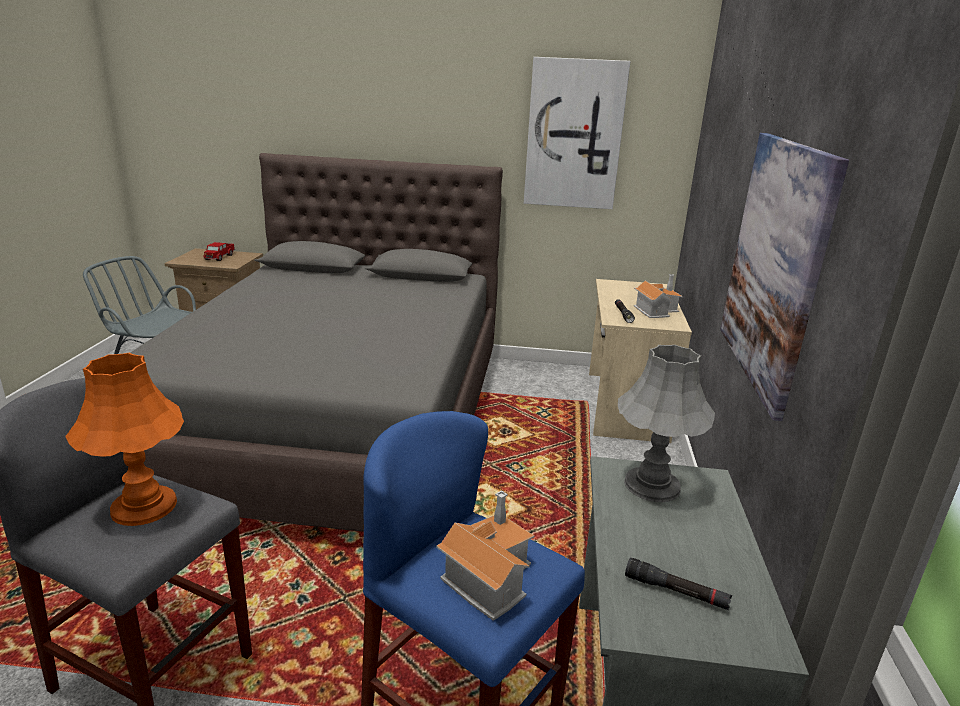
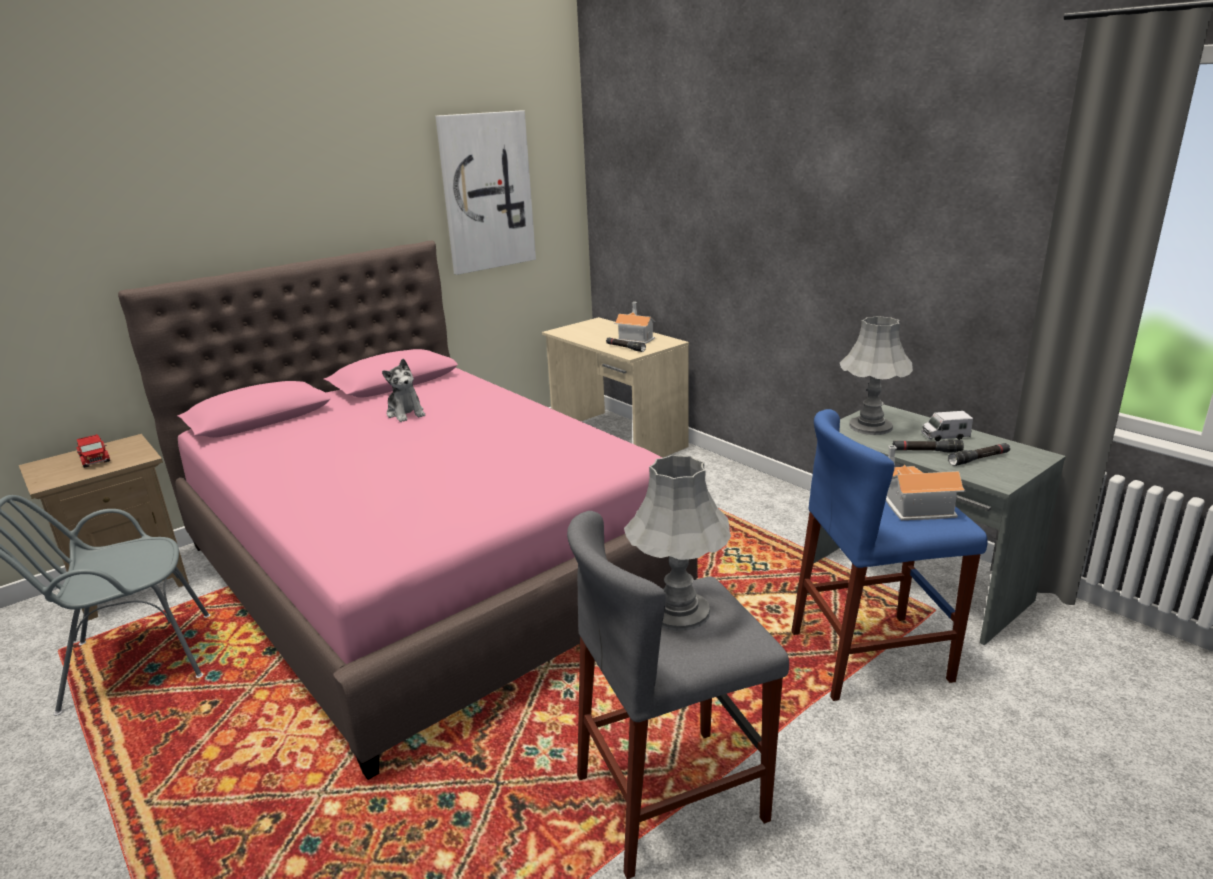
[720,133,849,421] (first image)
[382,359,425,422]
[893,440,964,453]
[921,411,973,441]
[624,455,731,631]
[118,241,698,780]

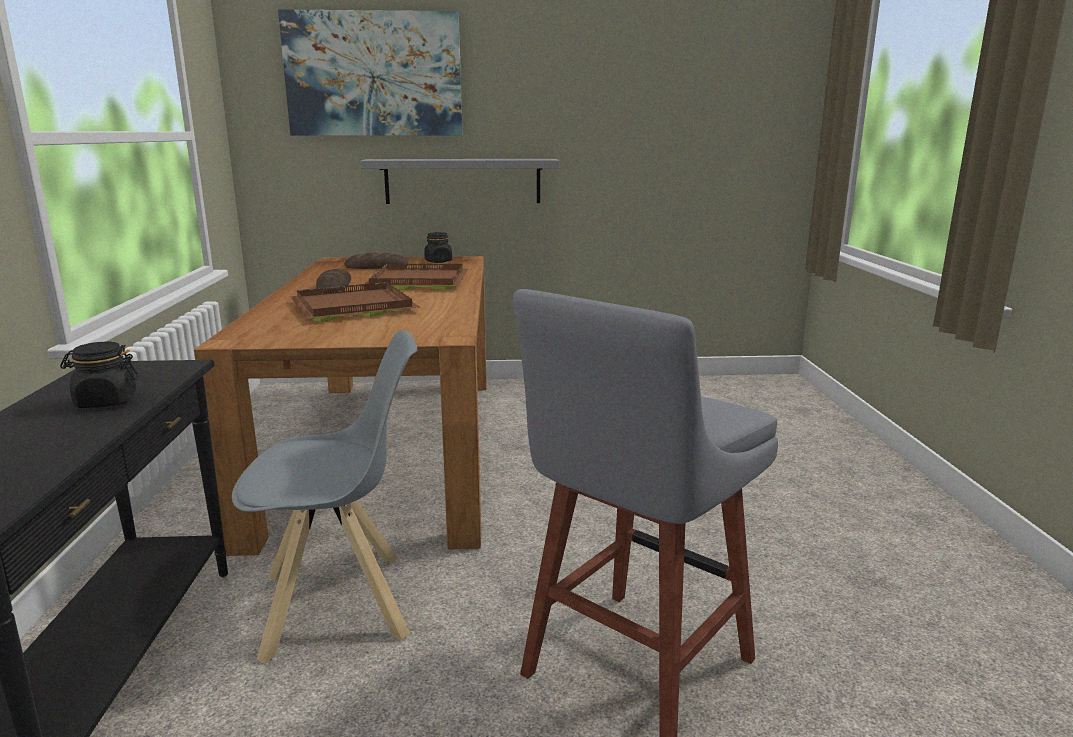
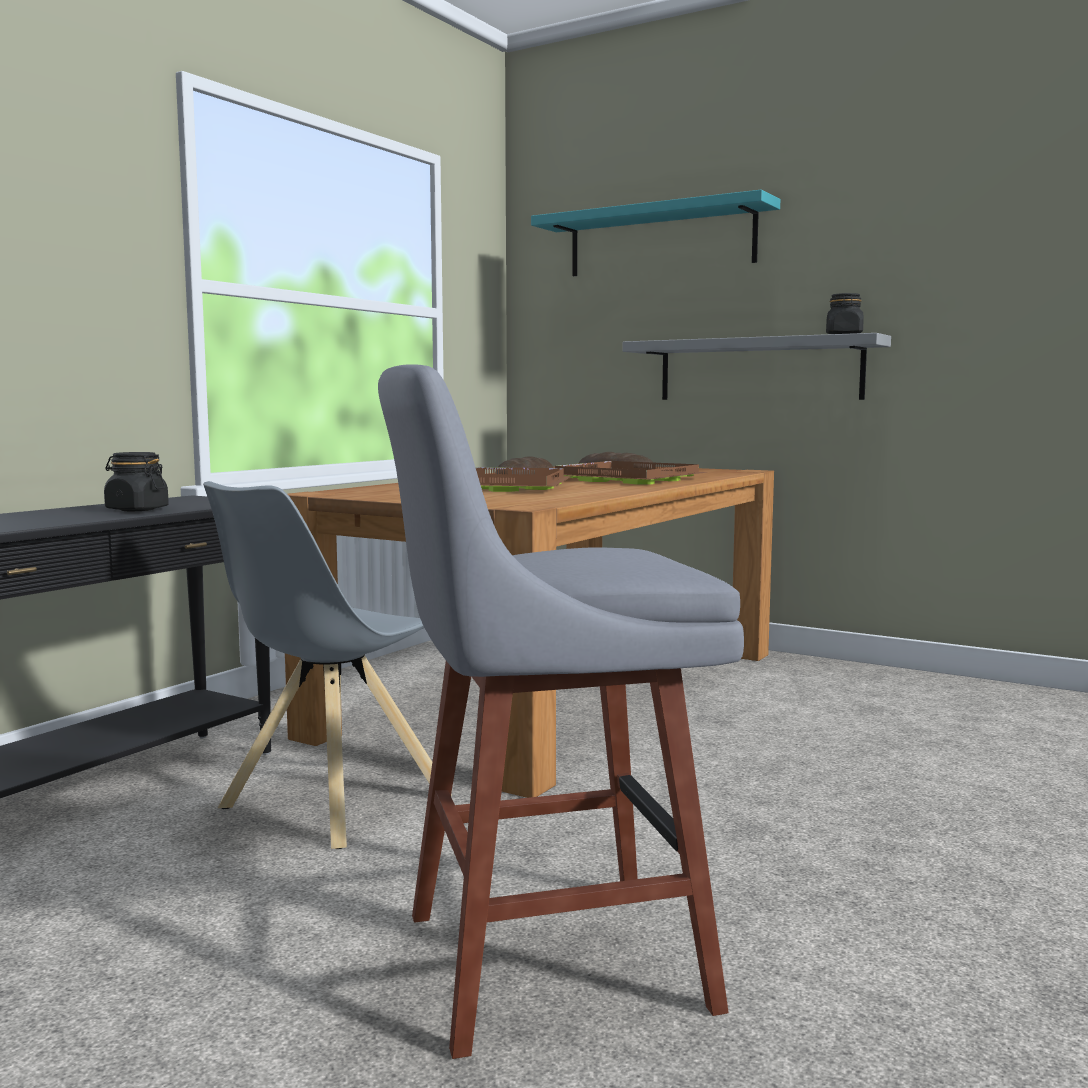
[826,293,864,334]
[531,189,780,276]
[203,481,452,849]

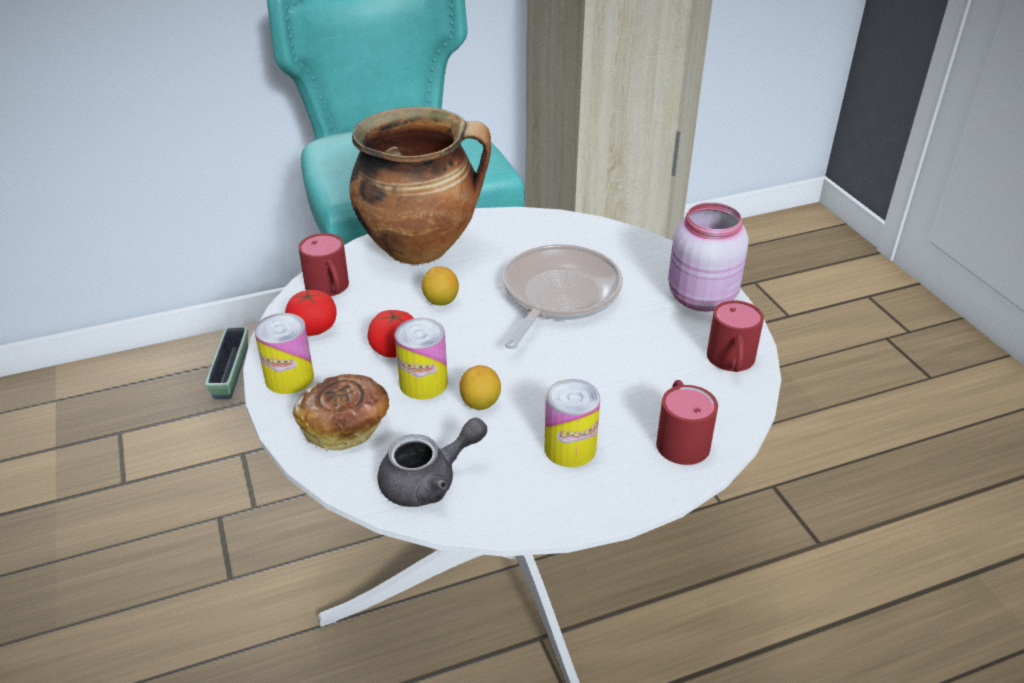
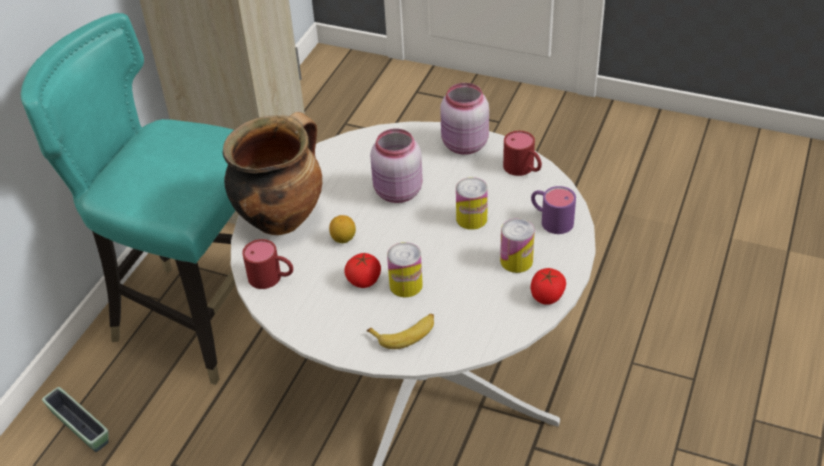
[378,418,487,507] (first image)
[459,365,501,410] (first image)
[456,177,488,230]
[531,268,566,305]
[367,314,434,349]
[370,128,423,203]
[531,186,576,234]

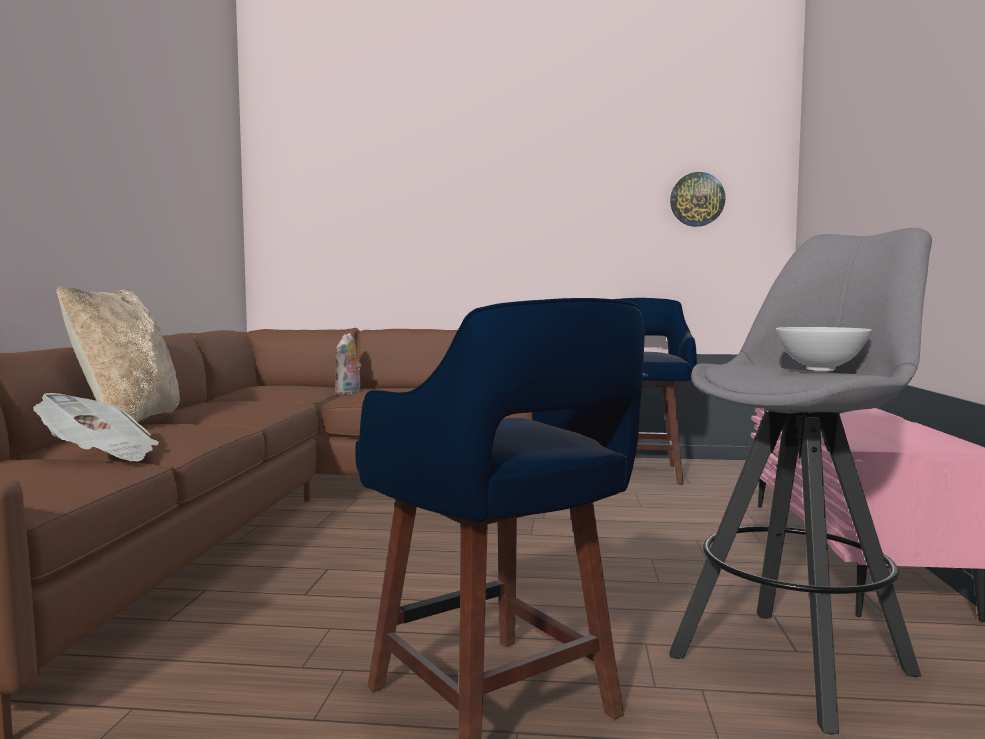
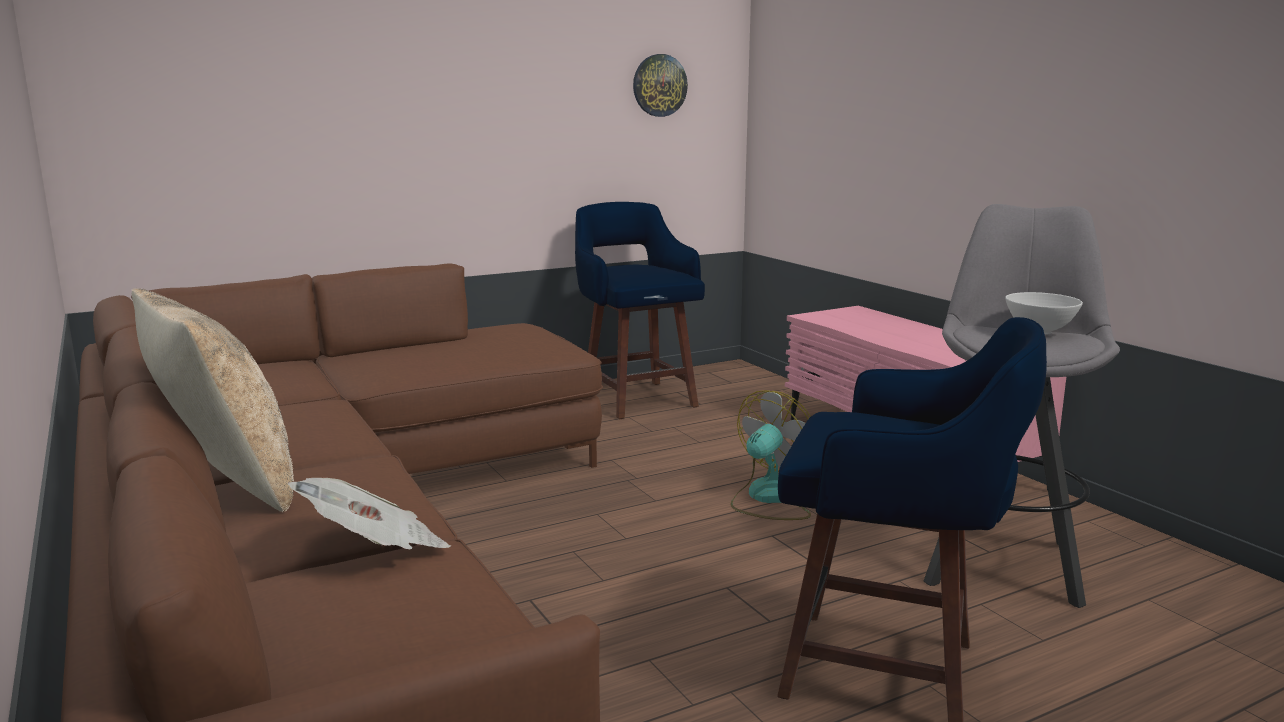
[334,333,361,395] (first image)
[731,390,811,520]

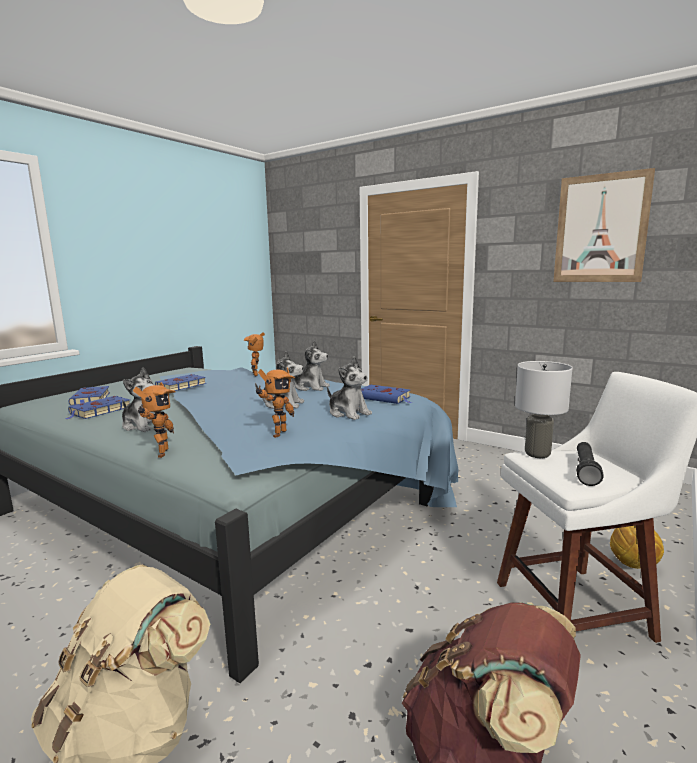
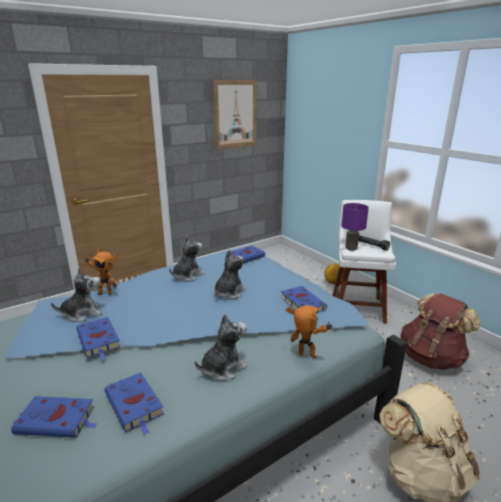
[51,268,102,322]
[281,286,327,313]
[341,203,369,251]

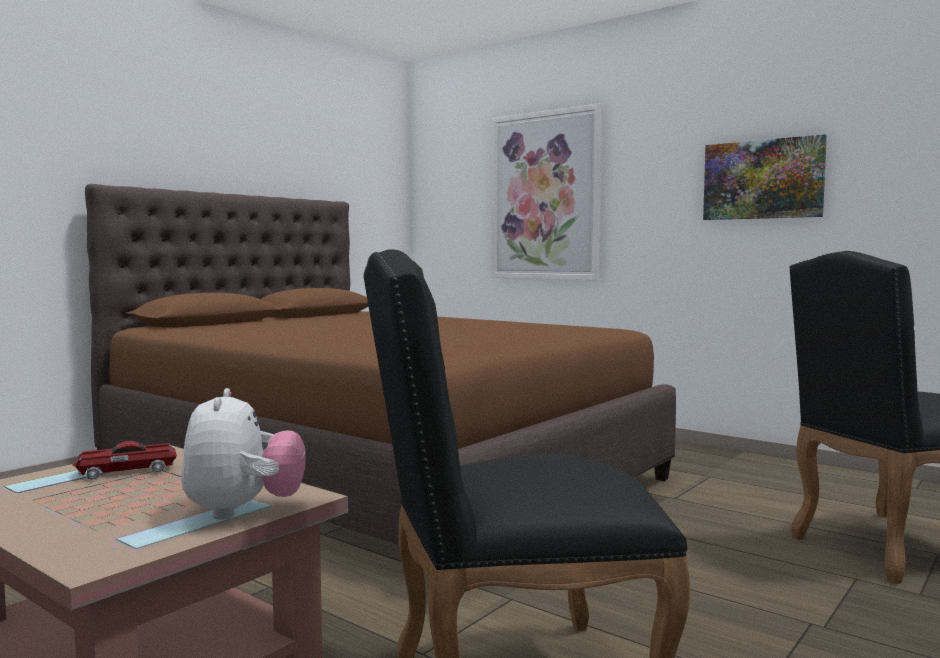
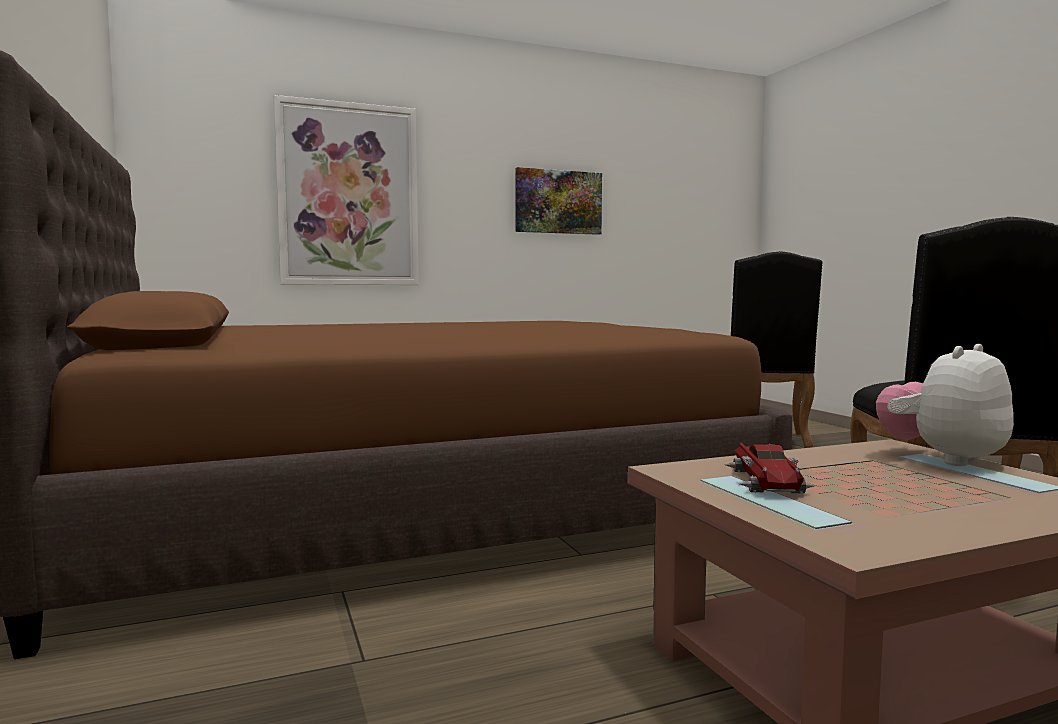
[876,344,1014,466]

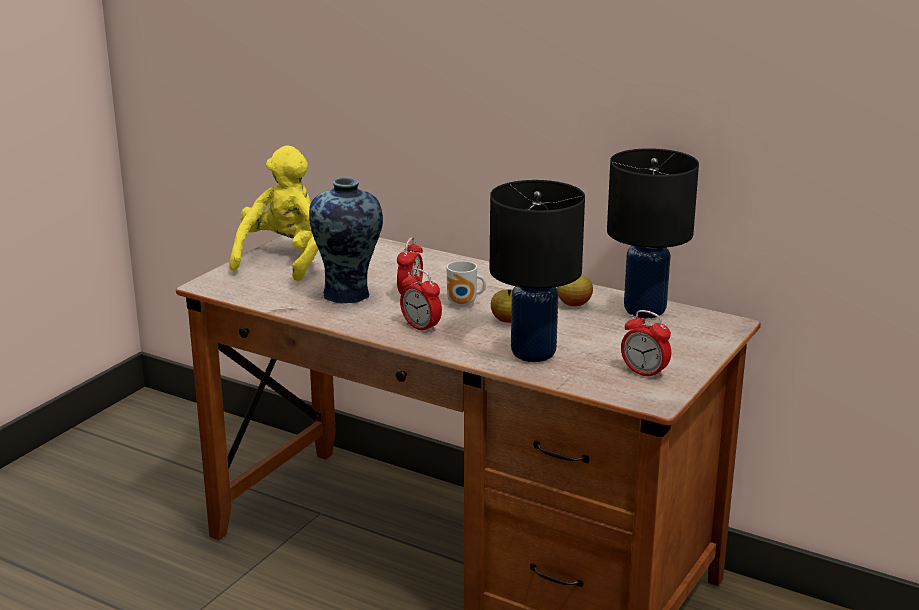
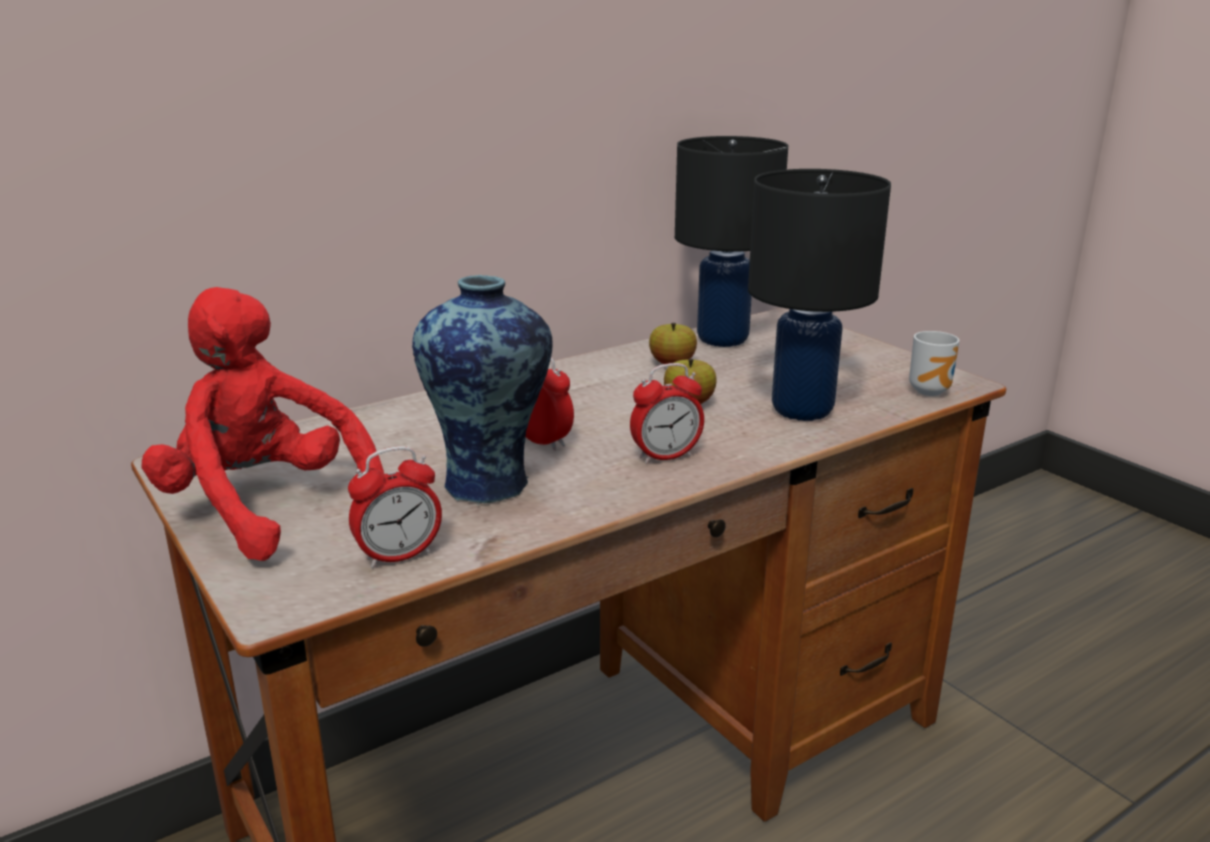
[909,331,960,396]
[348,446,442,568]
[141,287,384,561]

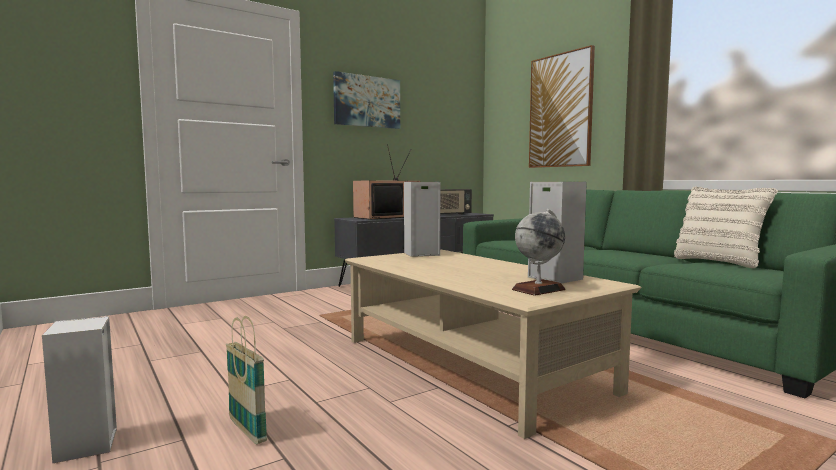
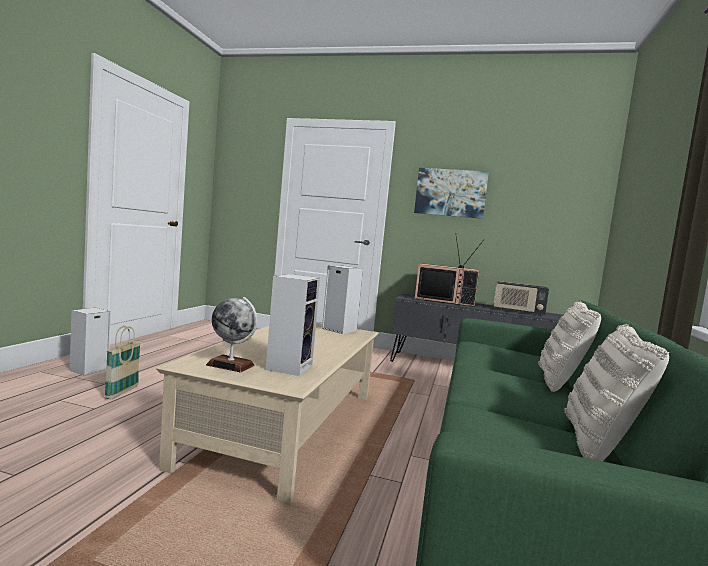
[529,45,595,168] (first image)
[538,301,601,392]

